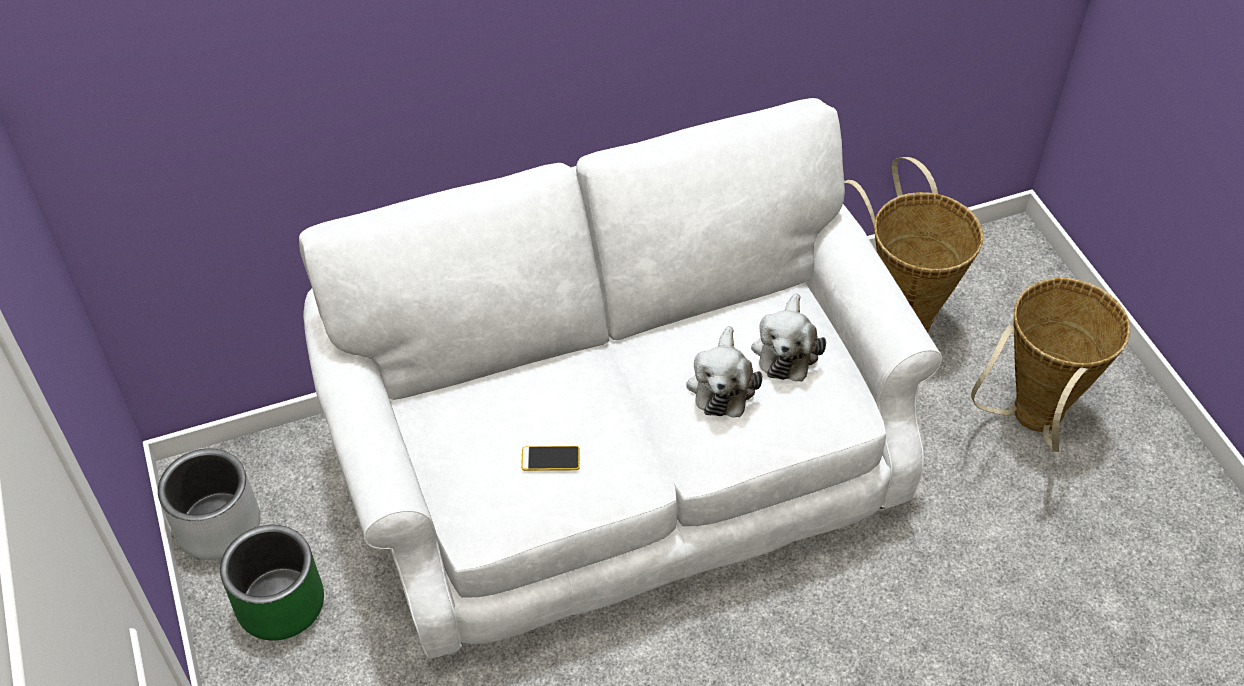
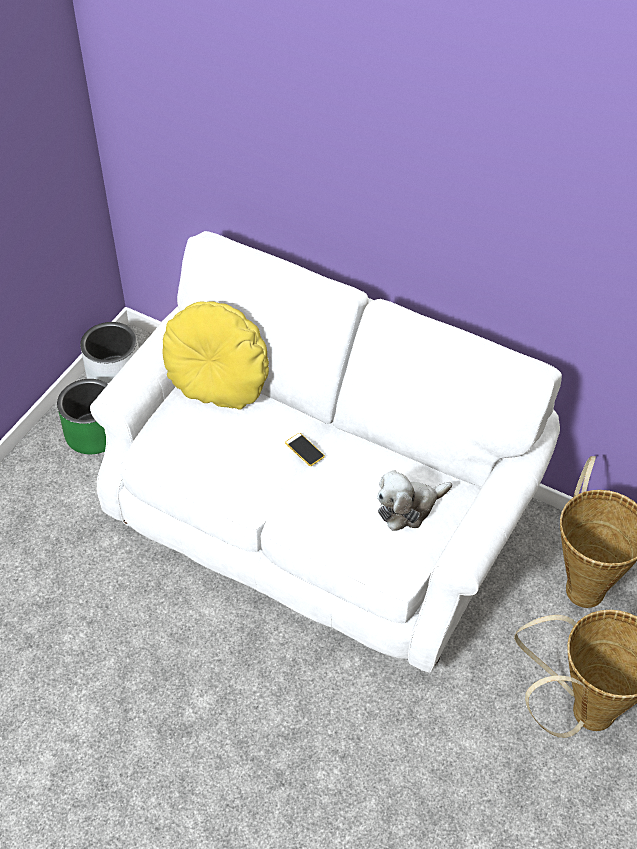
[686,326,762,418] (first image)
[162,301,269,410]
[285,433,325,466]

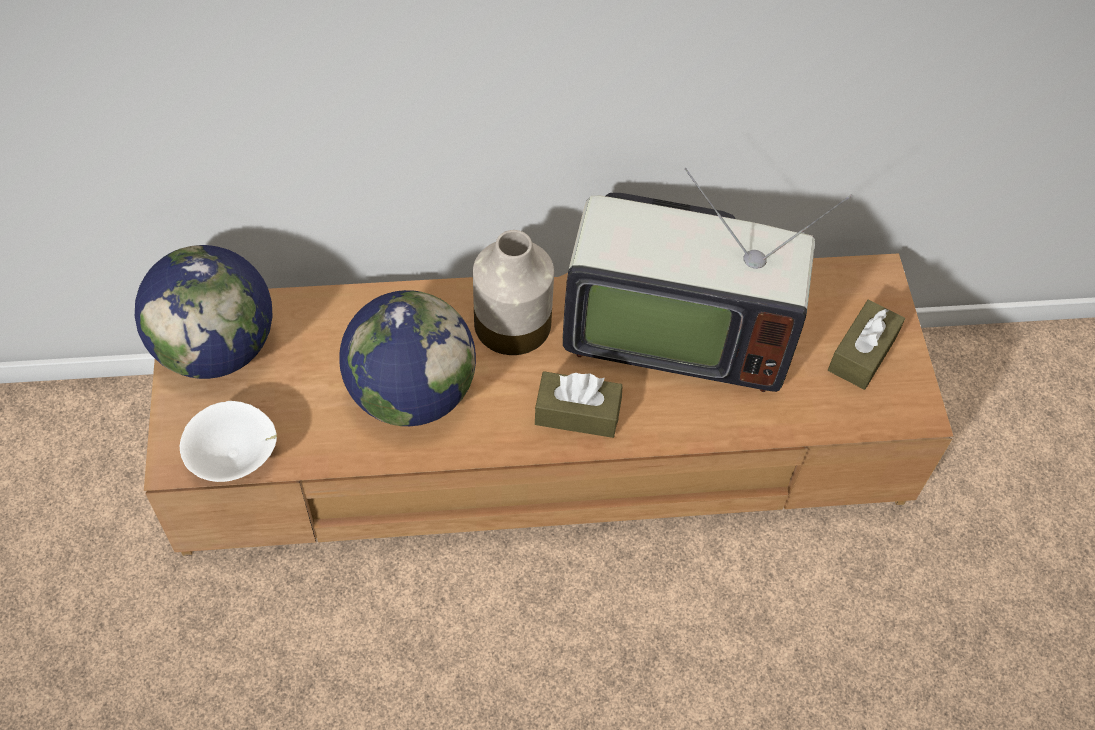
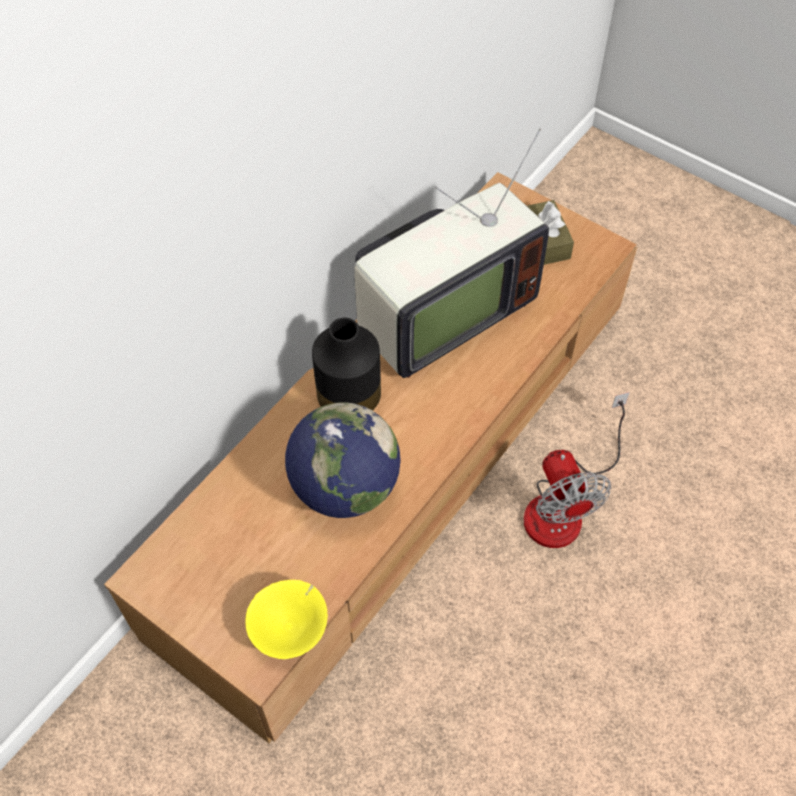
[135,245,273,379] (first image)
[535,371,623,438] (first image)
[523,392,630,548]
[245,580,328,659]
[312,317,381,411]

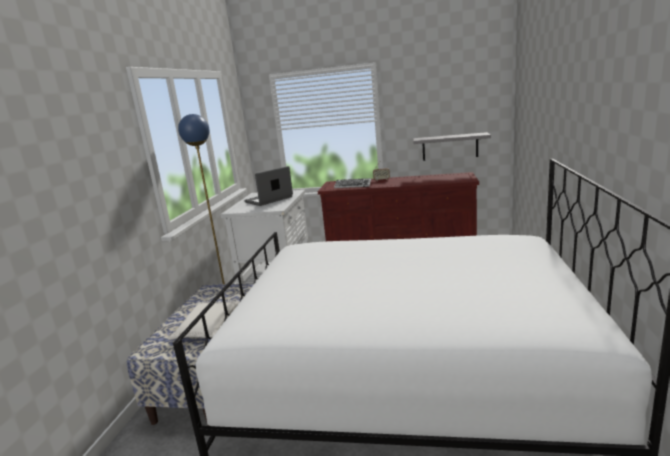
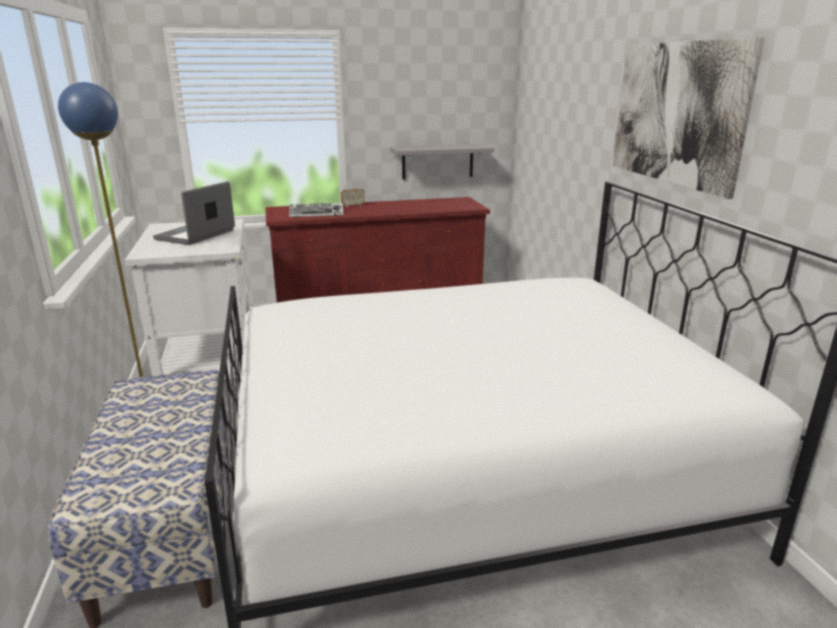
[168,300,240,340] (first image)
[612,37,765,199]

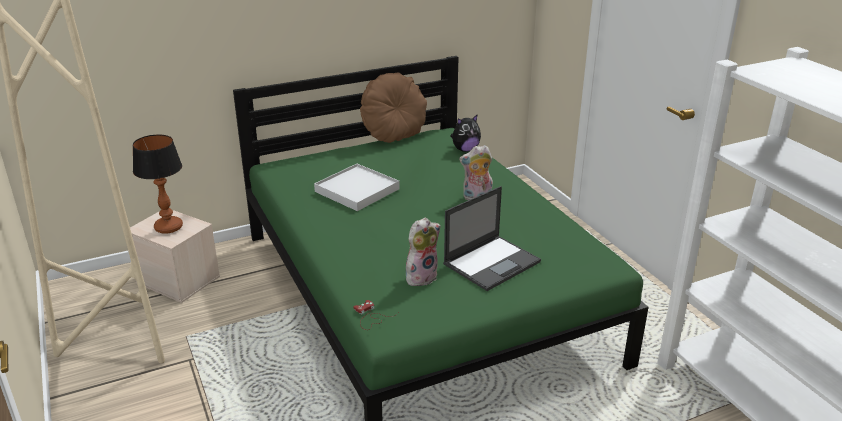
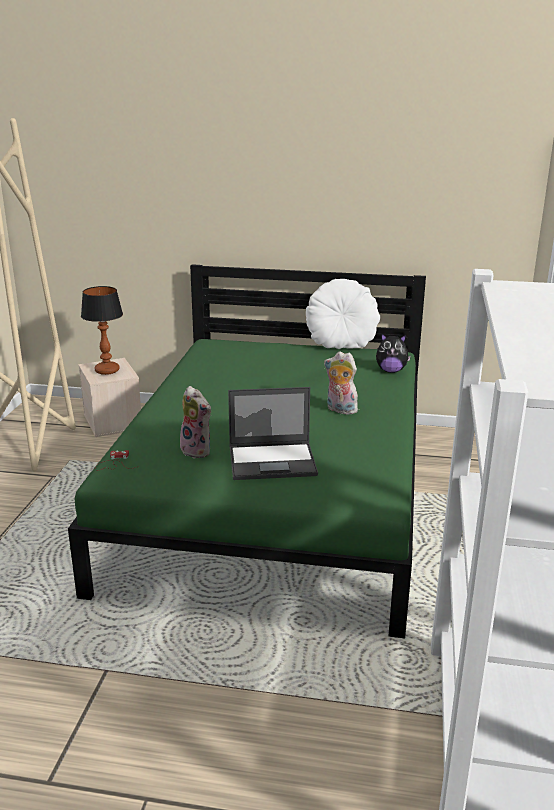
[314,164,400,211] (first image)
[306,279,380,349]
[180,386,211,459]

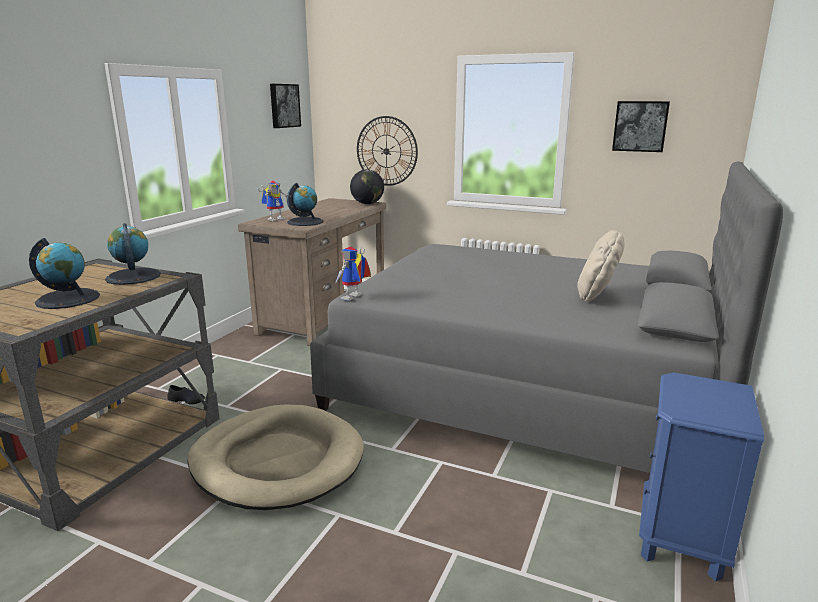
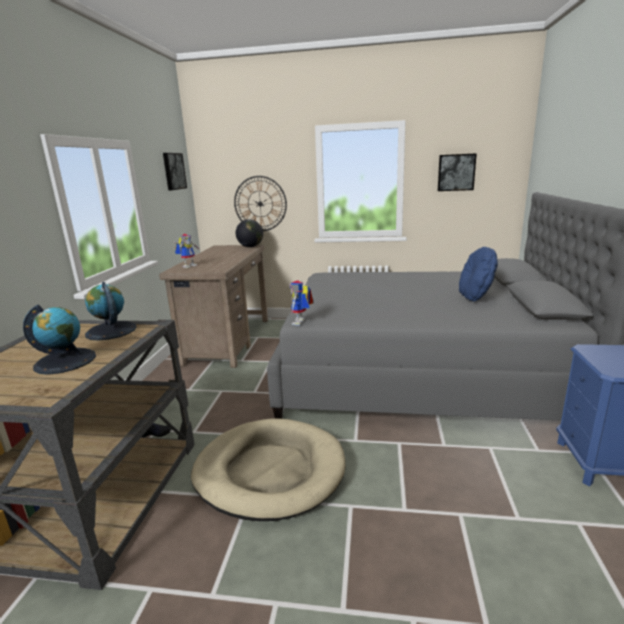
[287,183,324,226] (first image)
[459,247,498,302]

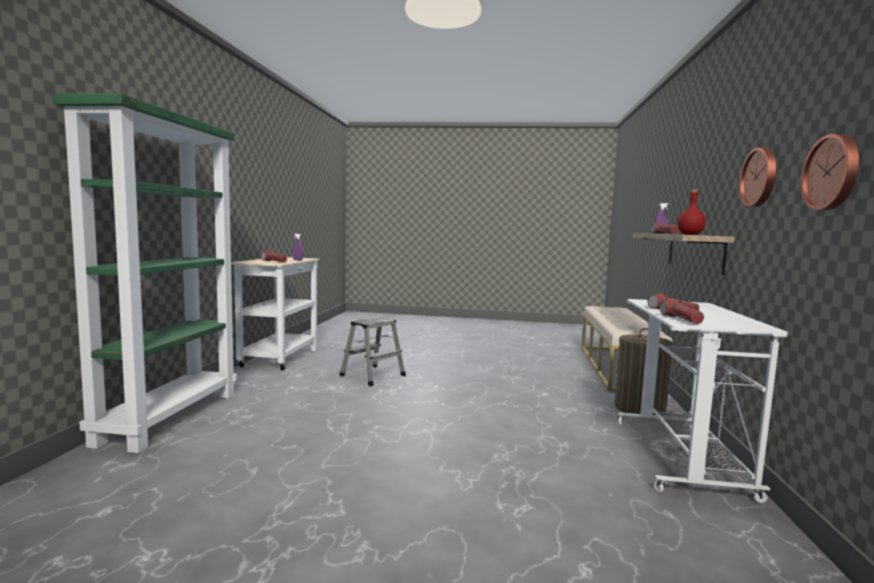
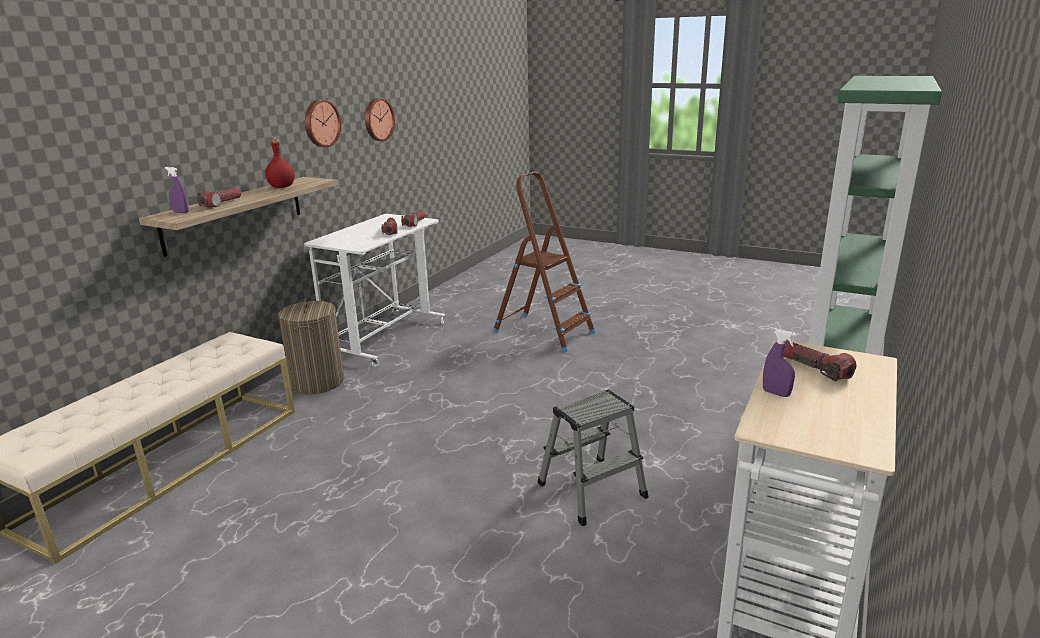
[493,172,596,352]

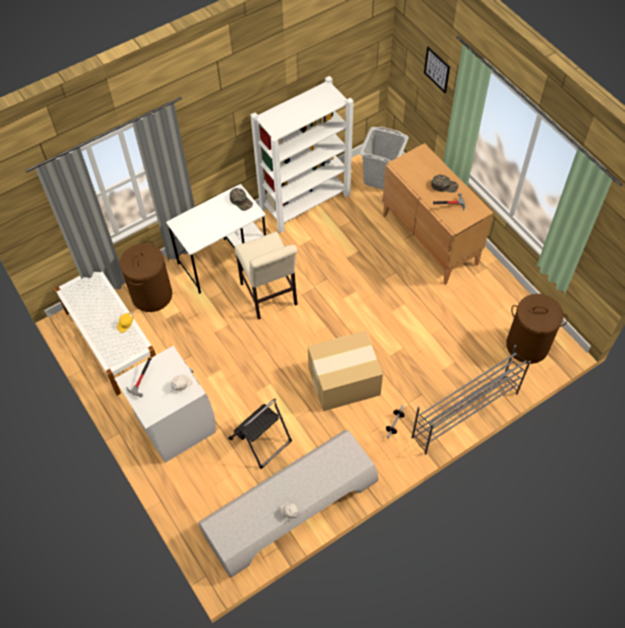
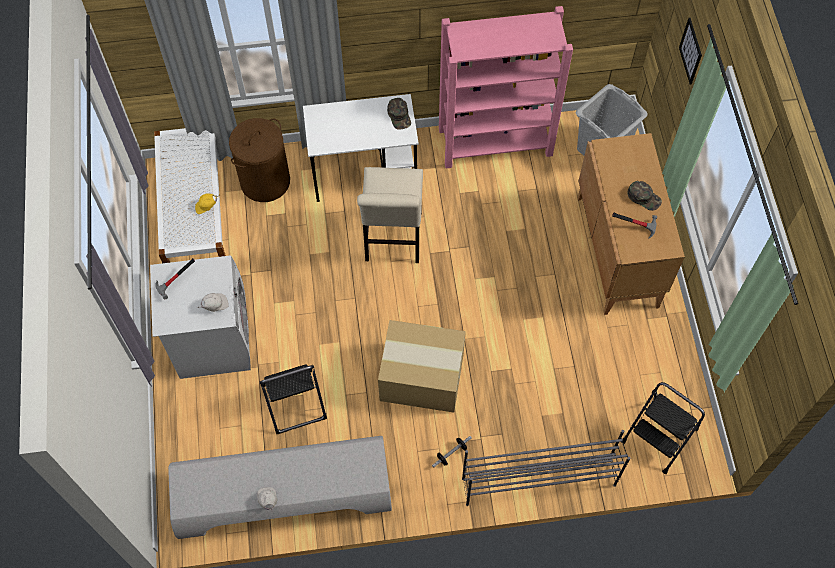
[623,382,705,474]
[439,6,573,168]

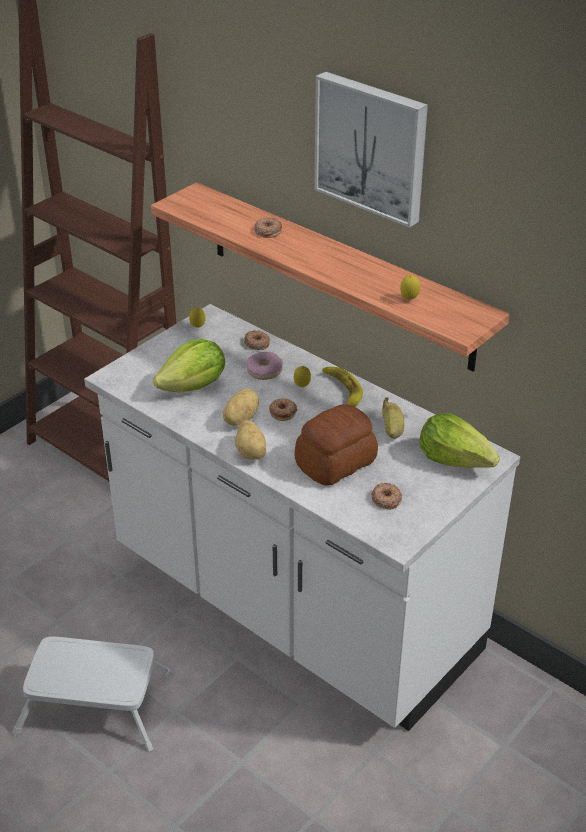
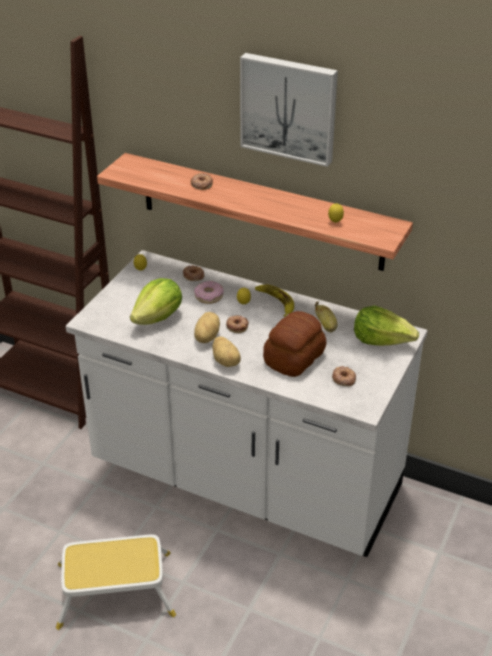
[56,535,176,630]

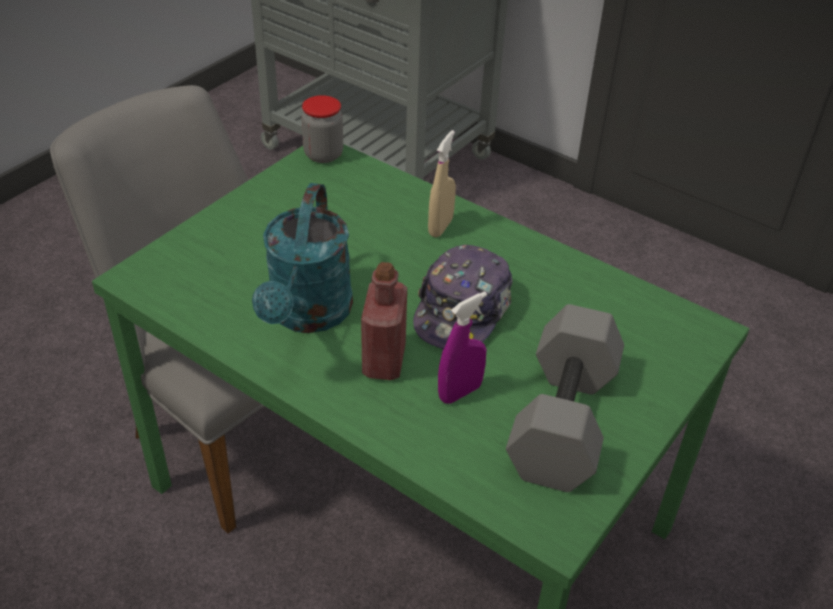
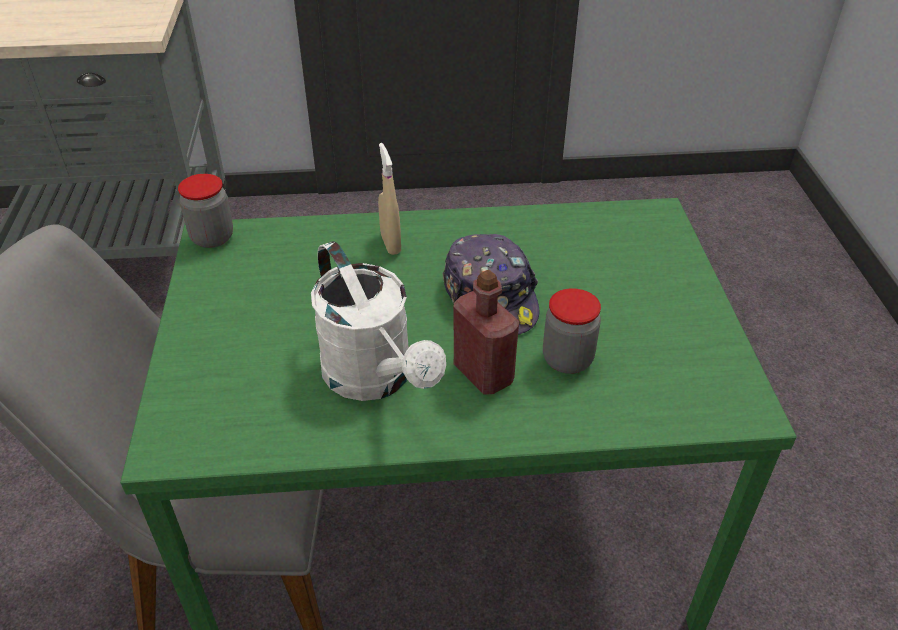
[506,304,624,492] (first image)
[543,288,601,374]
[311,241,446,401]

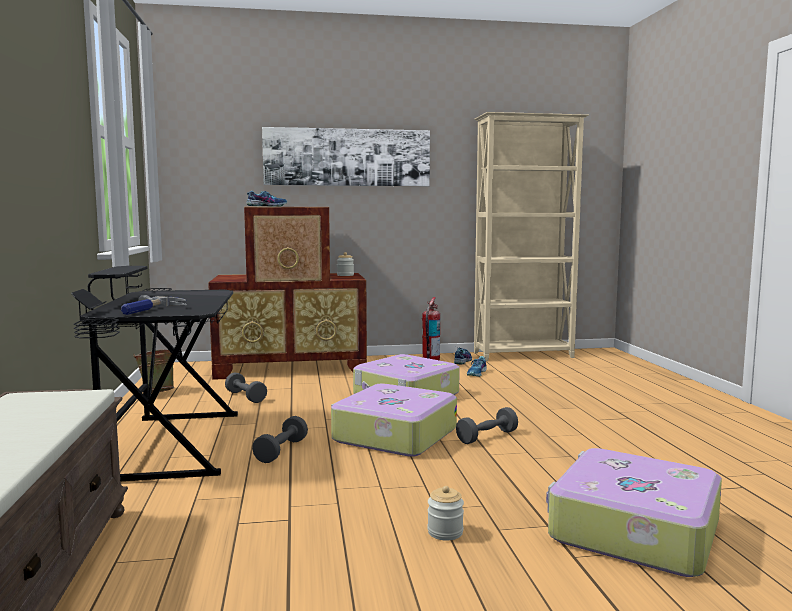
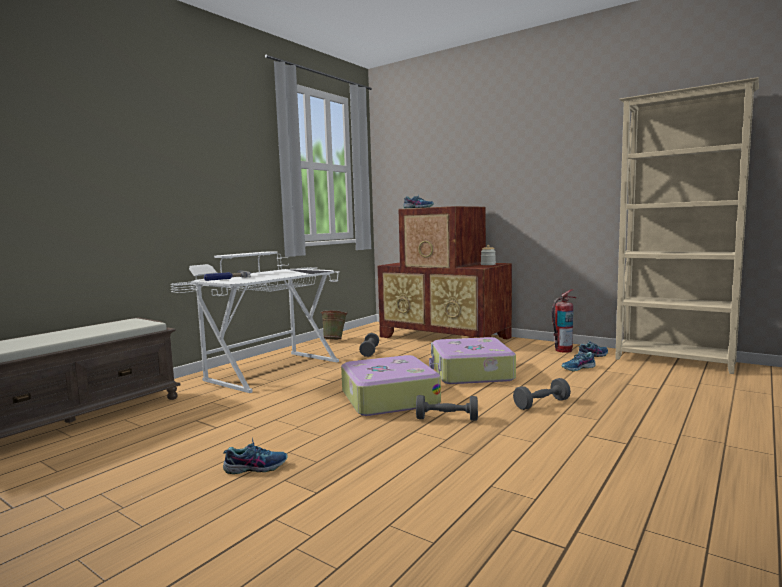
[262,127,430,186] (first image)
[546,448,722,577] (first image)
[513,378,571,410]
[223,439,288,474]
[170,251,340,393]

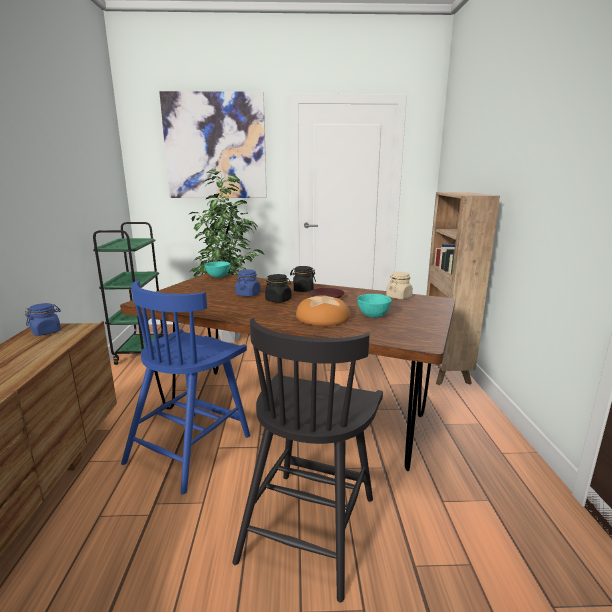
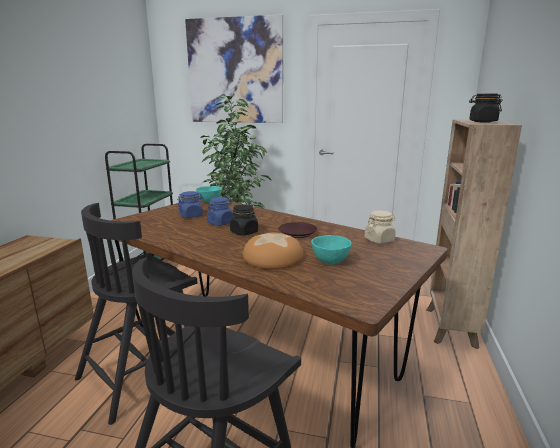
[177,191,204,218]
[469,94,502,123]
[75,203,197,425]

